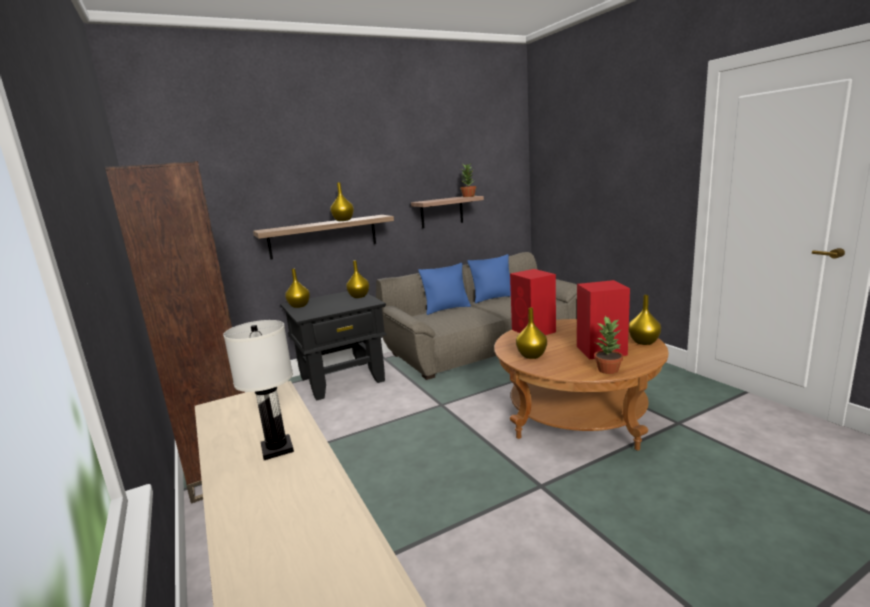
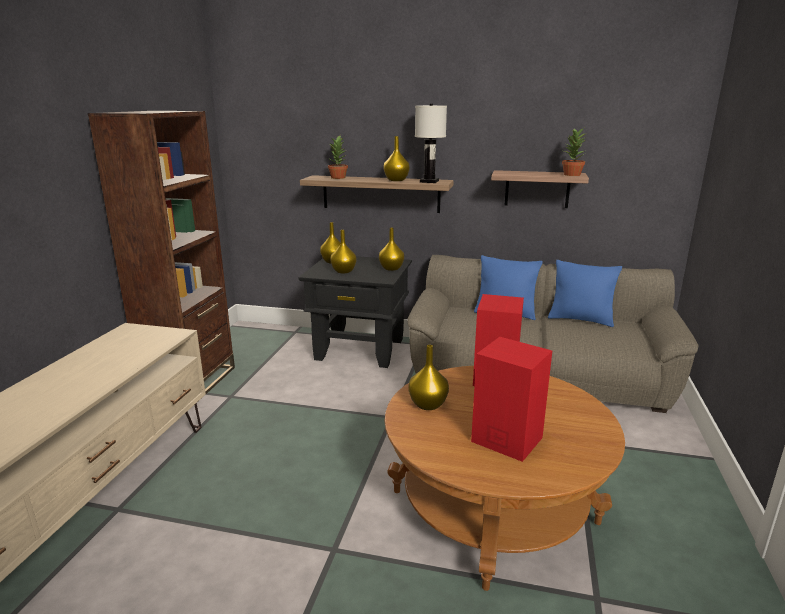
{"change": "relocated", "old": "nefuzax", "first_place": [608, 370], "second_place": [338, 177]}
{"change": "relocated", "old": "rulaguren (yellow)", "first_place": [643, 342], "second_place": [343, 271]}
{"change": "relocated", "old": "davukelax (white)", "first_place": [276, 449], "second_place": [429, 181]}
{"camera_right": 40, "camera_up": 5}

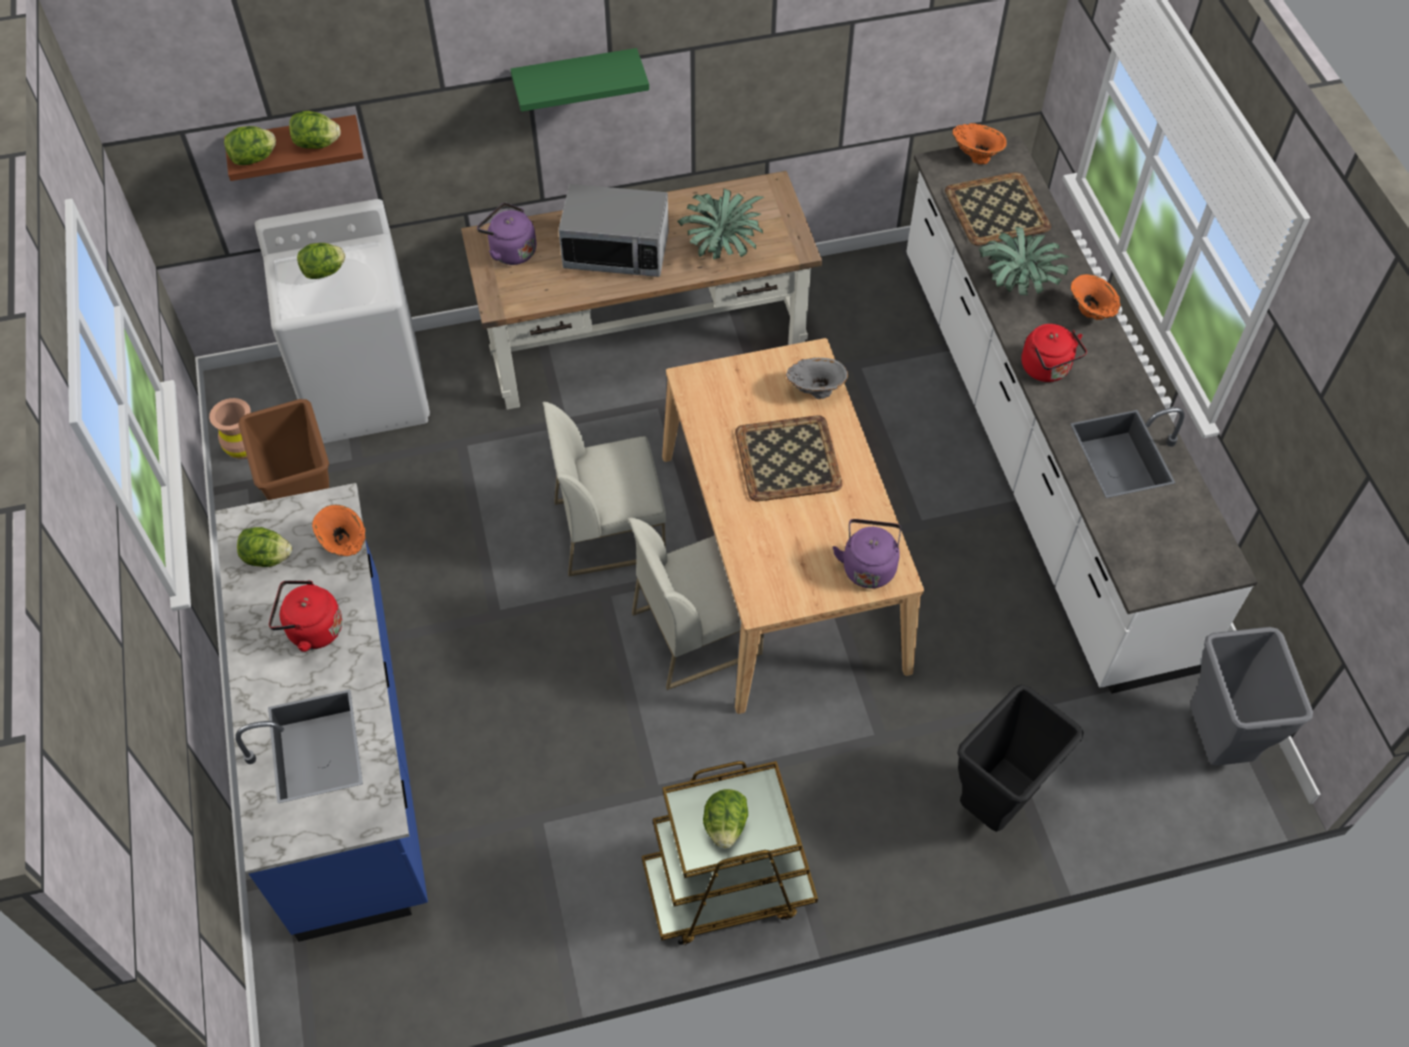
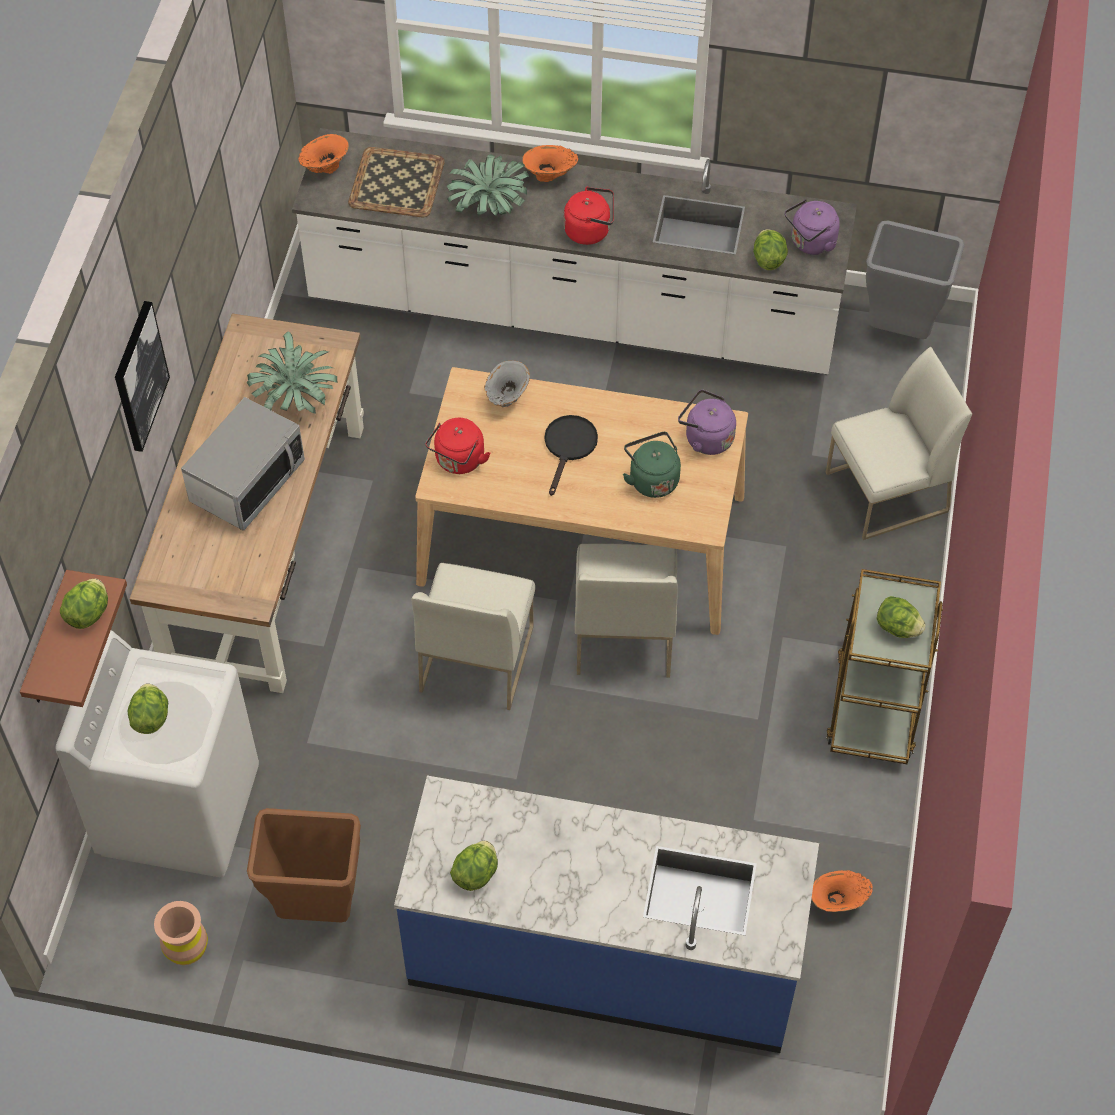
{"change": "exchanged", "old": "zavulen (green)", "new": "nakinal", "first_place": [575, 77], "second_place": [139, 376]}
{"change": "relocated", "old": "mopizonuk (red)", "first_place": [311, 629], "second_place": [458, 461]}
{"change": "exchanged", "old": "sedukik", "new": "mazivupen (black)", "first_place": [789, 459], "second_place": [569, 447]}
{"change": "appeared", "new": "mopizonuk (green)", "second_place": [652, 479]}
{"change": "relocated", "old": "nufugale", "first_place": [254, 159], "second_place": [768, 259]}
{"change": "relocated", "old": "mopizonuk (purple)", "first_place": [510, 251], "second_place": [810, 243]}
{"change": "relocated", "old": "rulaguren (orange)", "first_place": [345, 547], "second_place": [838, 903]}
{"change": "exchanged", "old": "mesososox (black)", "new": "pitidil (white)", "first_place": [996, 805], "second_place": [886, 493]}
{"camera_right": -65, "camera_up": 0}

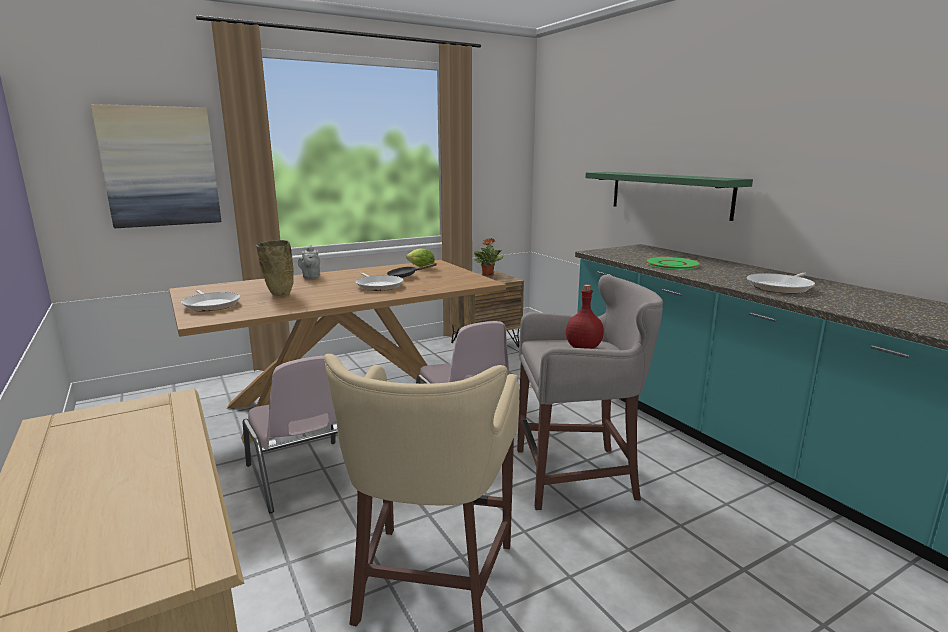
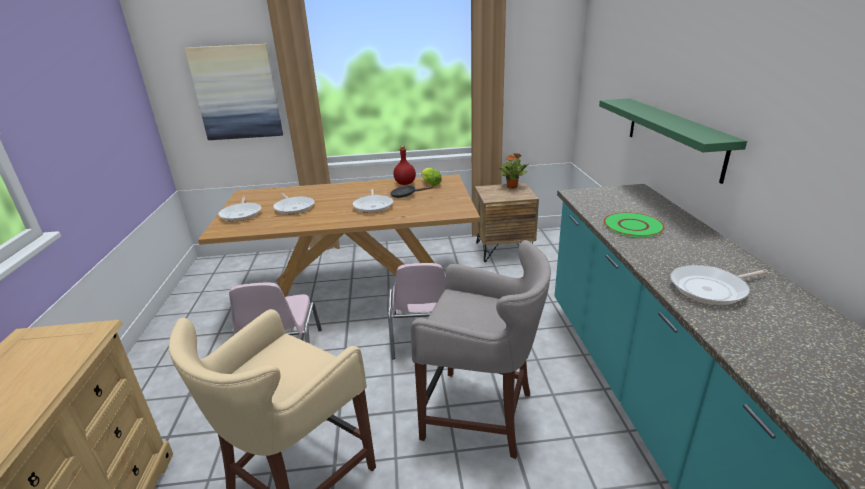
{"change": "exchanged", "old": "rulaguren (beige)", "new": "mazivupen", "first_place": [278, 294], "second_place": [294, 207]}
{"change": "relocated", "old": "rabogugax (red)", "first_place": [583, 348], "second_place": [404, 183]}
{"change": "missing", "old": "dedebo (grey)", "first_place": [311, 277]}
{"camera_right": 25, "camera_up": 10}

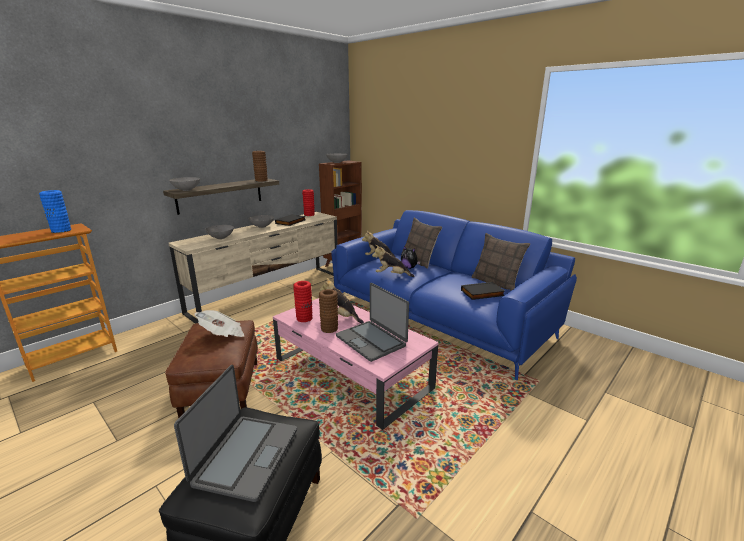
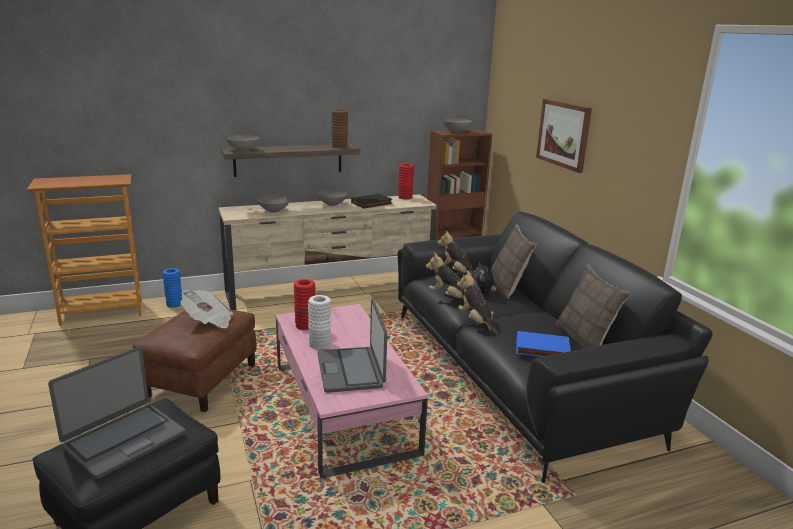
{"change": "relocated", "old": "rulaguren (blue)", "first_place": [61, 230], "second_place": [174, 304]}
{"change": "colour", "old": "rulaguren (brown)", "new": "rulaguren (white)", "first_place": [329, 328], "second_place": [320, 344]}
{"change": "colour", "old": "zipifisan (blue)", "new": "zipifisan (black)", "first_place": [441, 317], "second_place": [518, 372]}
{"change": "relocated", "old": "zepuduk", "first_place": [341, 316], "second_place": [476, 322]}
{"change": "colour", "old": "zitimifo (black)", "new": "zitimifo (blue)", "first_place": [482, 293], "second_place": [542, 349]}
{"change": "appeared", "new": "nakinal", "second_place": [564, 134]}
{"camera_right": 25, "camera_up": 0}

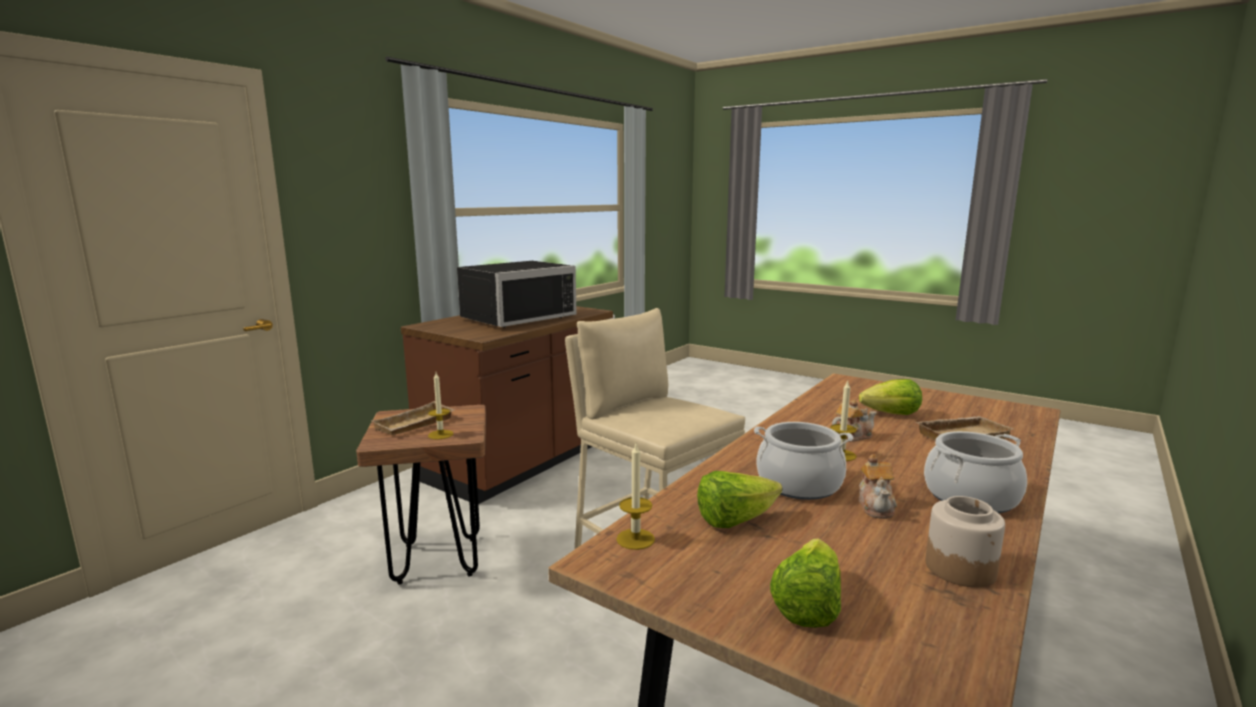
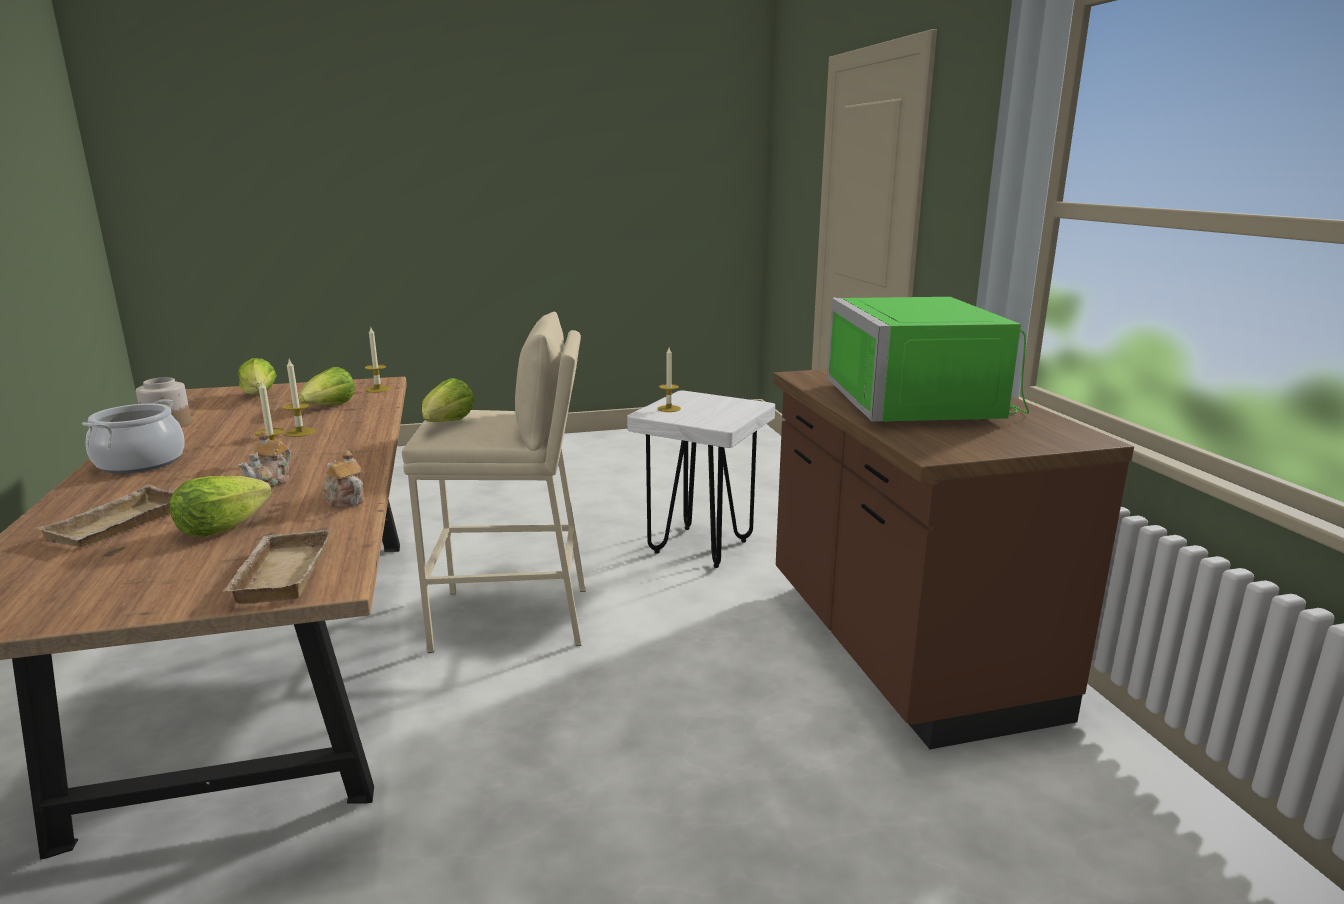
{"change": "relocated", "old": "sedukik (beige)", "first_place": [415, 425], "second_place": [280, 573]}
{"change": "exchanged", "old": "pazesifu", "new": "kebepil", "first_place": [799, 484], "second_place": [300, 432]}
{"change": "relocated", "old": "dedebo", "first_place": [876, 506], "second_place": [344, 500]}
{"change": "appeared", "new": "nufugale", "second_place": [447, 424]}
{"change": "colour", "old": "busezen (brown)", "new": "busezen (white)", "first_place": [437, 560], "second_place": [701, 547]}
{"change": "colour", "old": "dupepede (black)", "new": "dupepede (green)", "first_place": [514, 318], "second_place": [924, 403]}
{"camera_right": 130, "camera_up": 5}

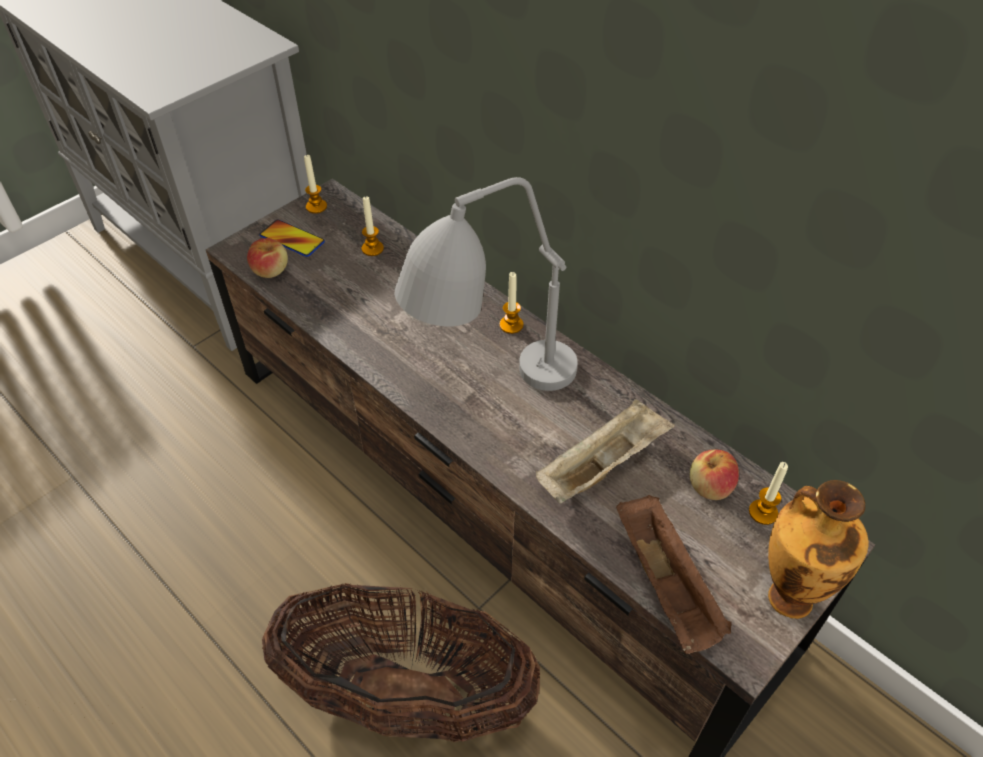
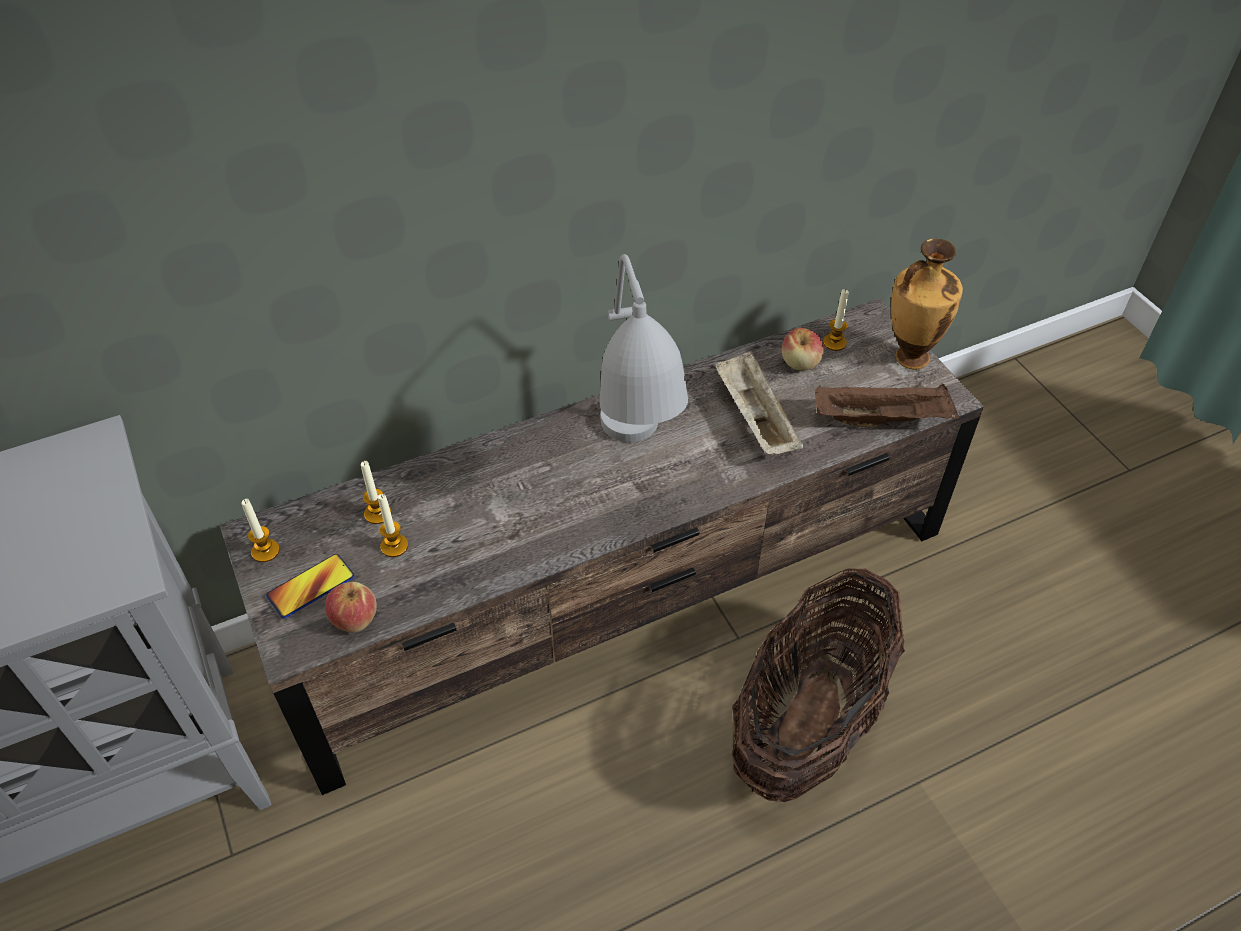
{"change": "relocated", "old": "kebepil", "first_place": [511, 325], "second_place": [394, 546]}
{"camera_right": -70, "camera_up": 0}

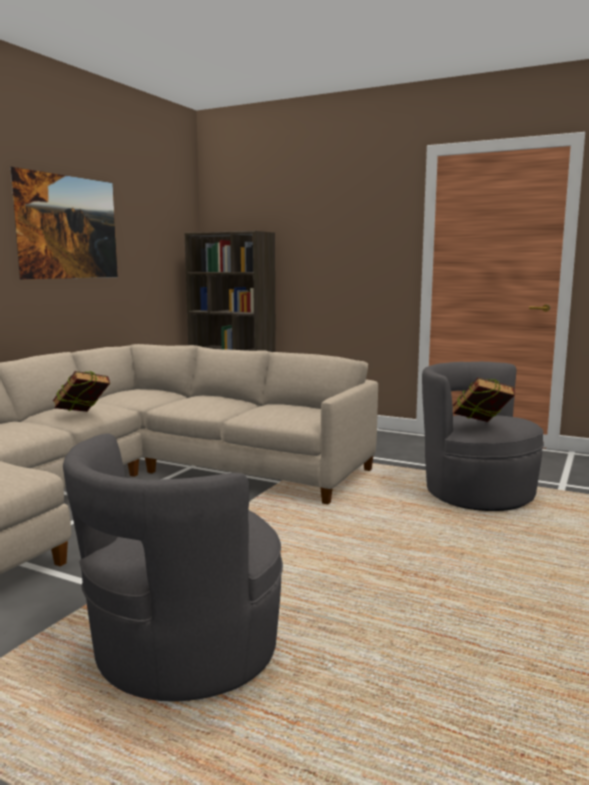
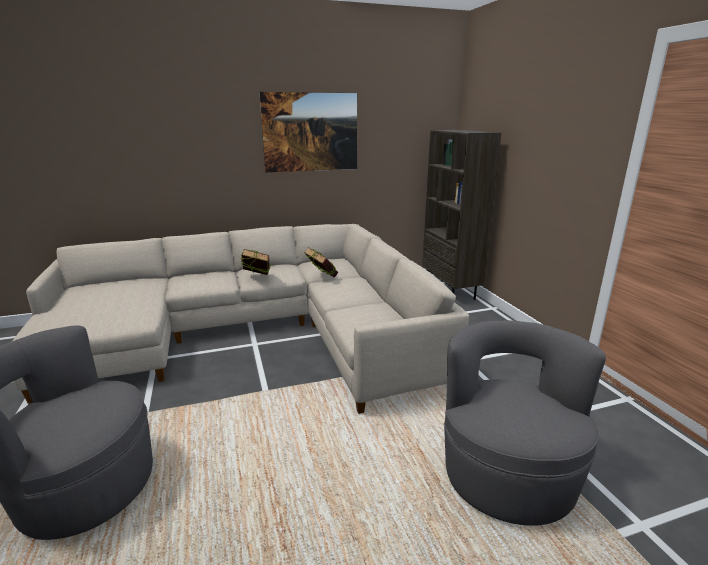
{"change": "relocated", "old": "zitimifo", "first_place": [481, 426], "second_place": [321, 278]}
{"camera_right": 45, "camera_up": 10}

